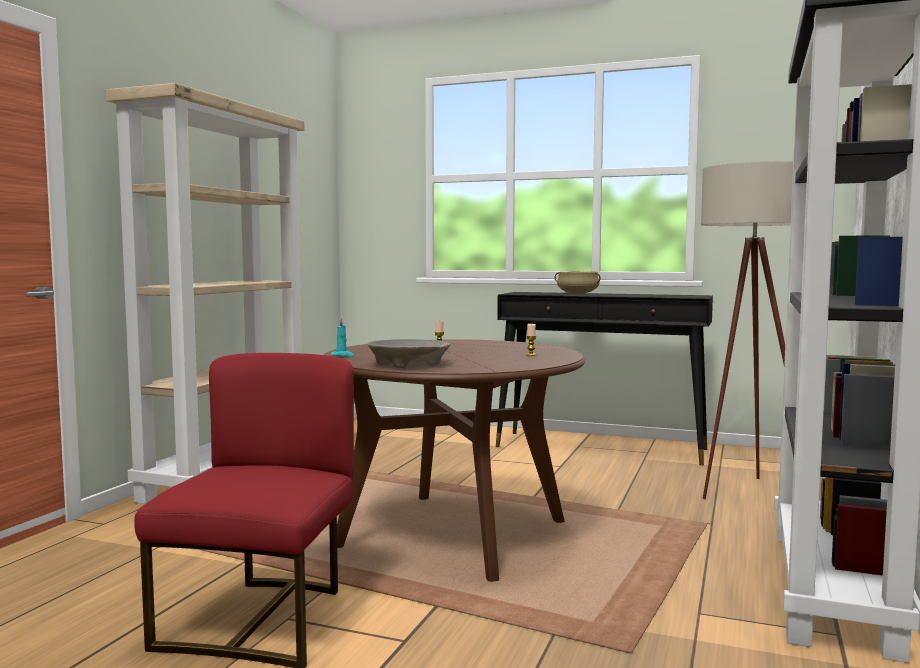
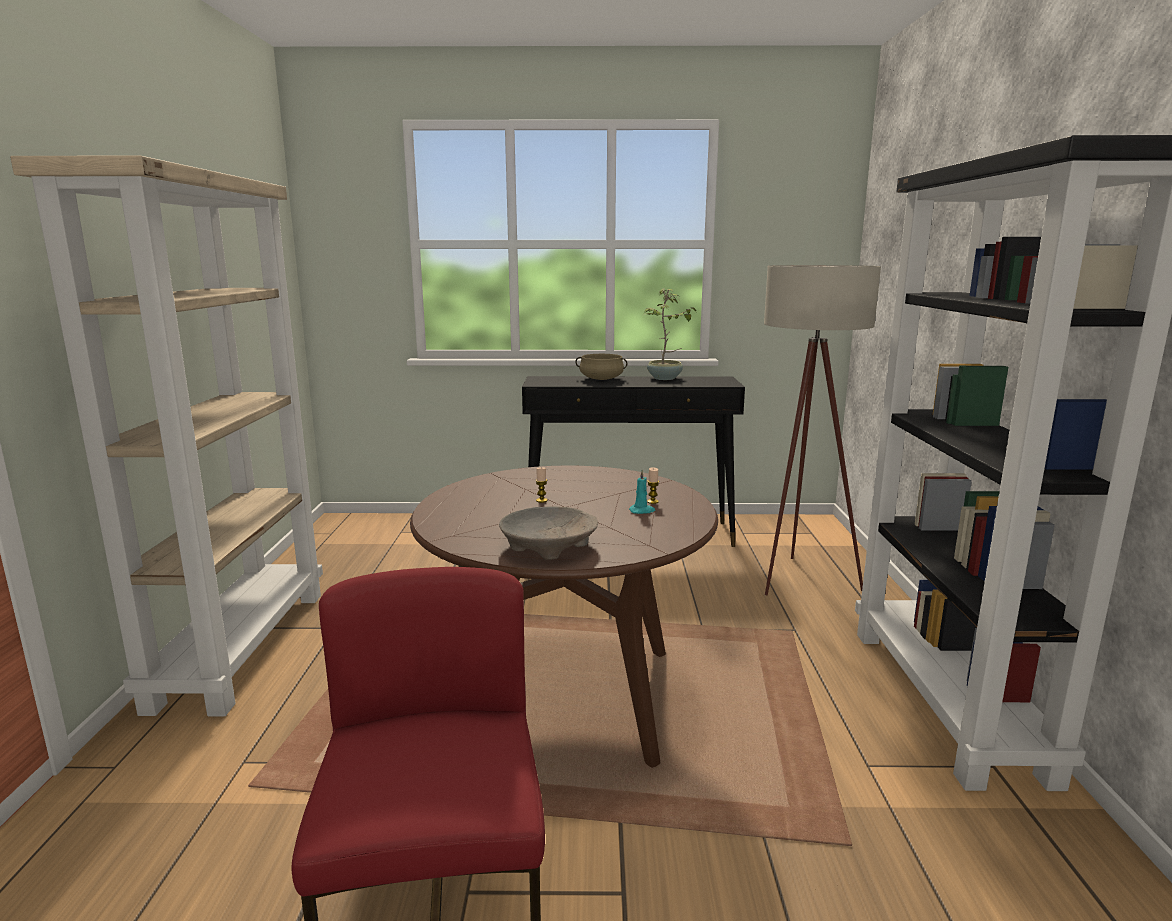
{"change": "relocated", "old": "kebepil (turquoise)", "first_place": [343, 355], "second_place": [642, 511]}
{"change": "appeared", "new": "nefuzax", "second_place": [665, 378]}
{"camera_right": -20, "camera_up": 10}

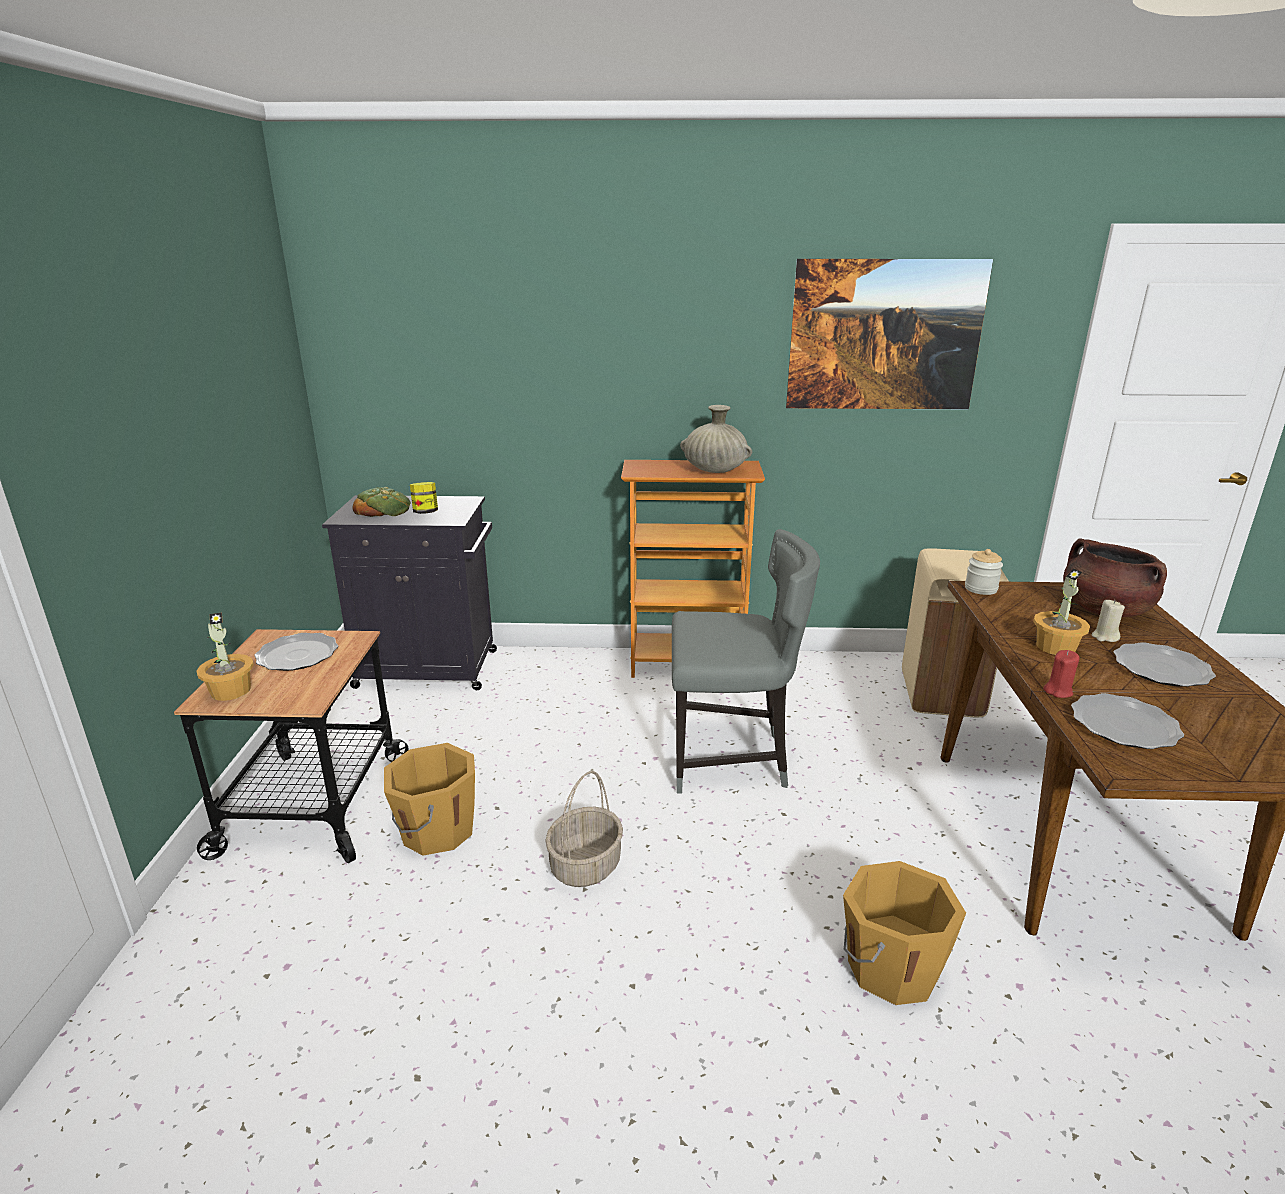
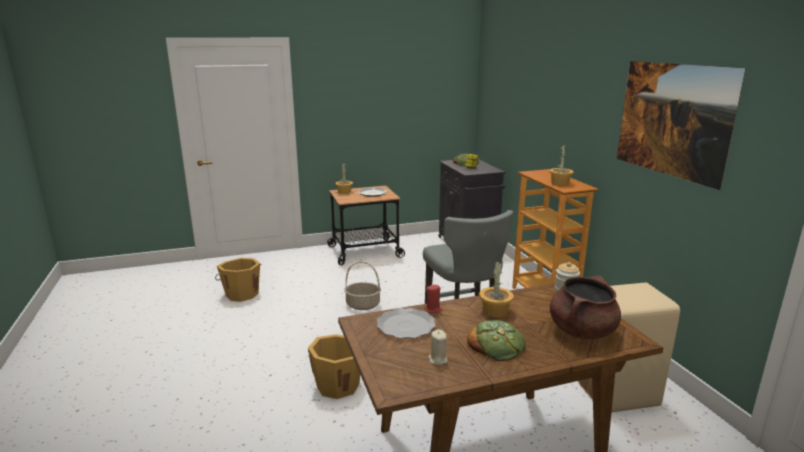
{"change": "relocated", "old": "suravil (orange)", "first_place": [436, 831], "second_place": [242, 294]}
{"change": "relocated", "old": "kebepil (beige)", "first_place": [1104, 637], "second_place": [437, 360]}
{"change": "exchanged", "old": "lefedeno", "new": "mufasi", "first_place": [1160, 668], "second_place": [496, 344]}
{"change": "exchanged", "old": "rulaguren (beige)", "new": "nefuzax", "first_place": [715, 470], "second_place": [560, 183]}
{"camera_right": 70, "camera_up": -5}

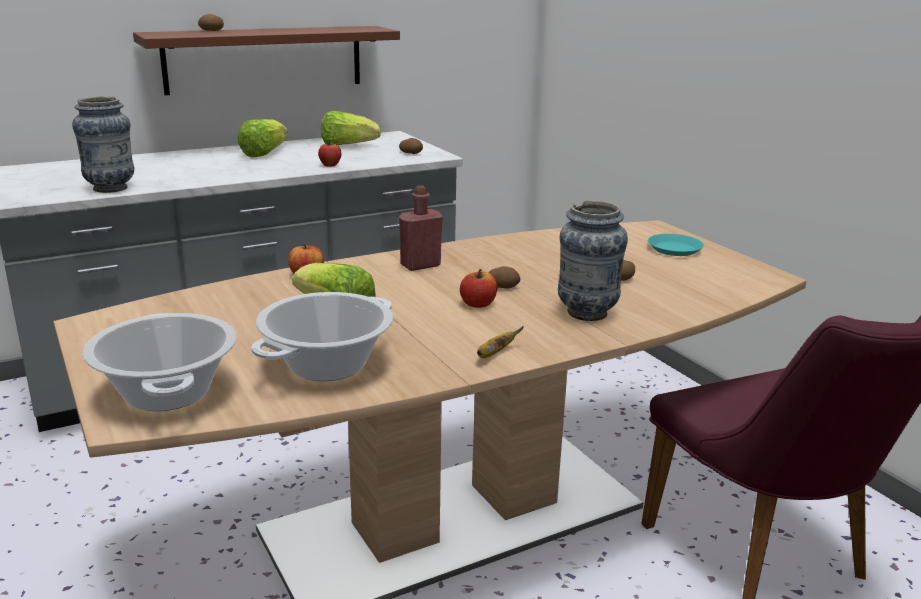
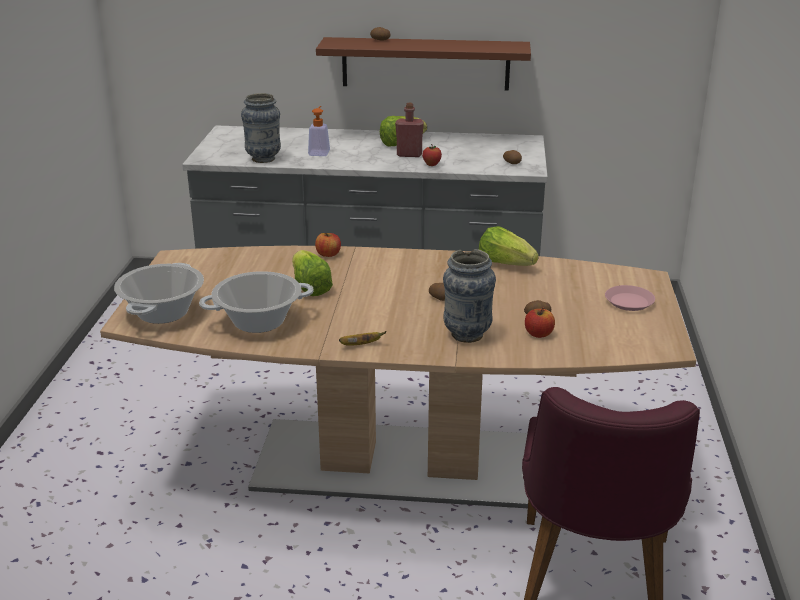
{"change": "appeared", "new": "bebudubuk", "second_place": [320, 152]}
{"change": "relocated", "old": "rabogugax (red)", "first_place": [420, 265], "second_place": [409, 154]}
{"change": "relocated", "old": "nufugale", "first_place": [347, 145], "second_place": [505, 264]}
{"change": "relocated", "old": "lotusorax", "first_place": [478, 304], "second_place": [538, 334]}
{"change": "colour", "old": "lefedeno (turquoise)", "new": "lefedeno (pink)", "first_place": [674, 249], "second_place": [629, 302]}
{"camera_right": 35, "camera_up": 5}

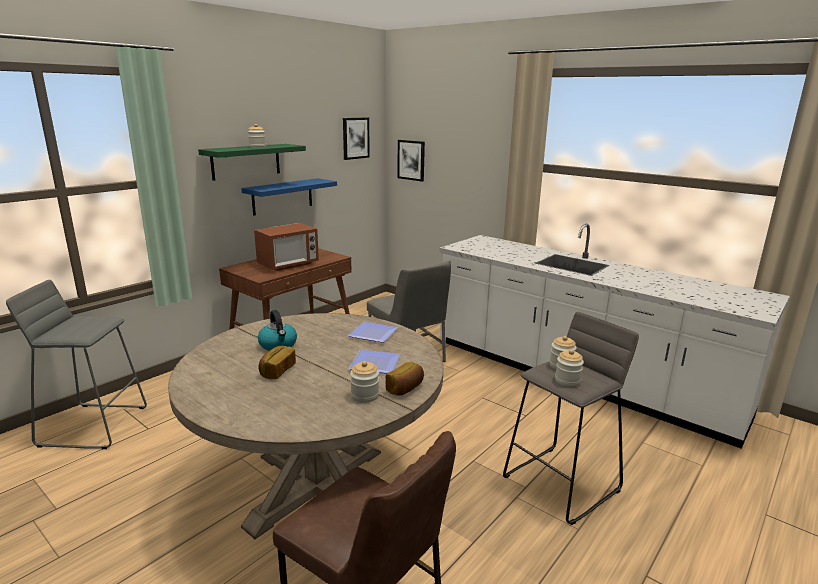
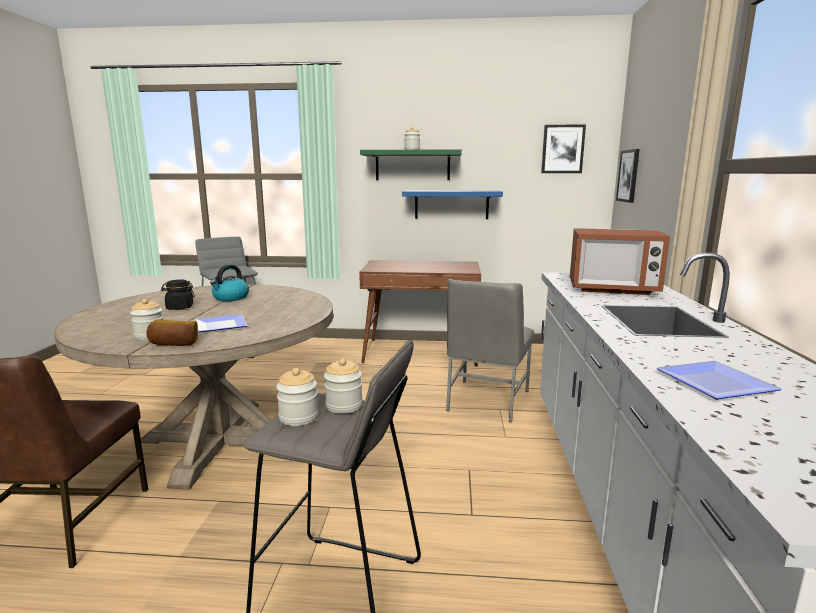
{"change": "exchanged", "old": "mufasi", "new": "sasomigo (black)", "first_place": [277, 371], "second_place": [179, 307]}
{"change": "relocated", "old": "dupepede", "first_place": [288, 264], "second_place": [612, 289]}
{"change": "relocated", "old": "lefedeno", "first_place": [372, 333], "second_place": [714, 382]}
{"camera_right": 55, "camera_up": -5}

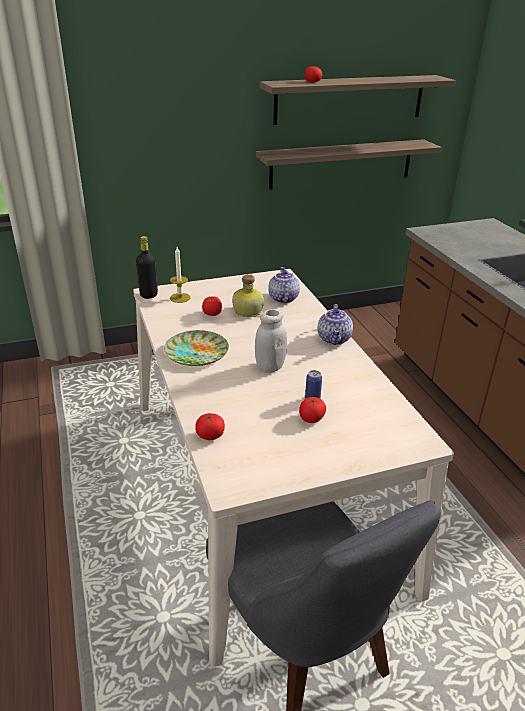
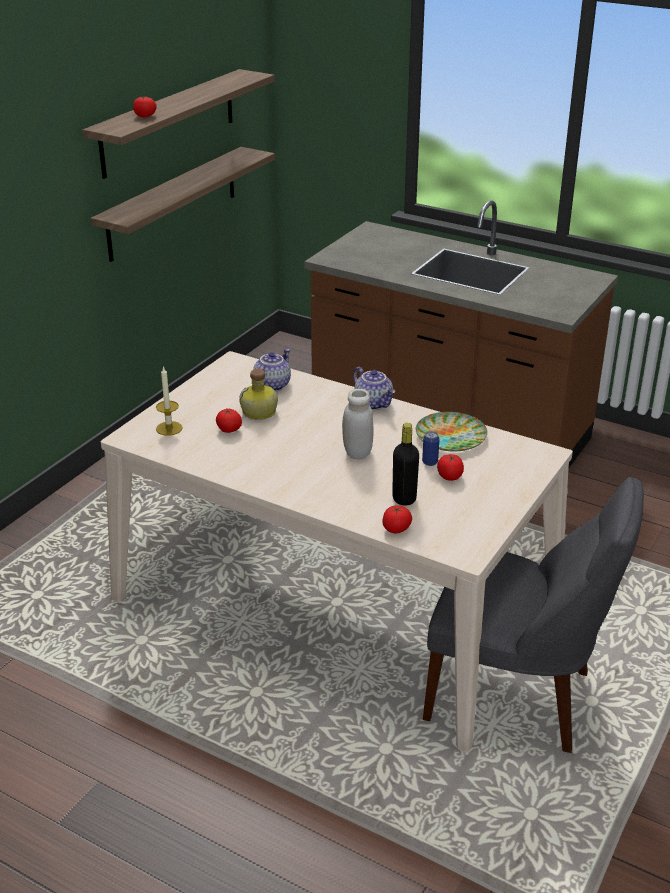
{"change": "spun", "old": "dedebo", "first_place": [282, 298], "second_place": [271, 385], "degrees": 75}
{"change": "relocated", "old": "rabogugax (black)", "first_place": [149, 295], "second_place": [404, 499]}
{"change": "relocated", "old": "lefedeno", "first_place": [196, 352], "second_place": [451, 437]}
{"camera_right": -40, "camera_up": 0}

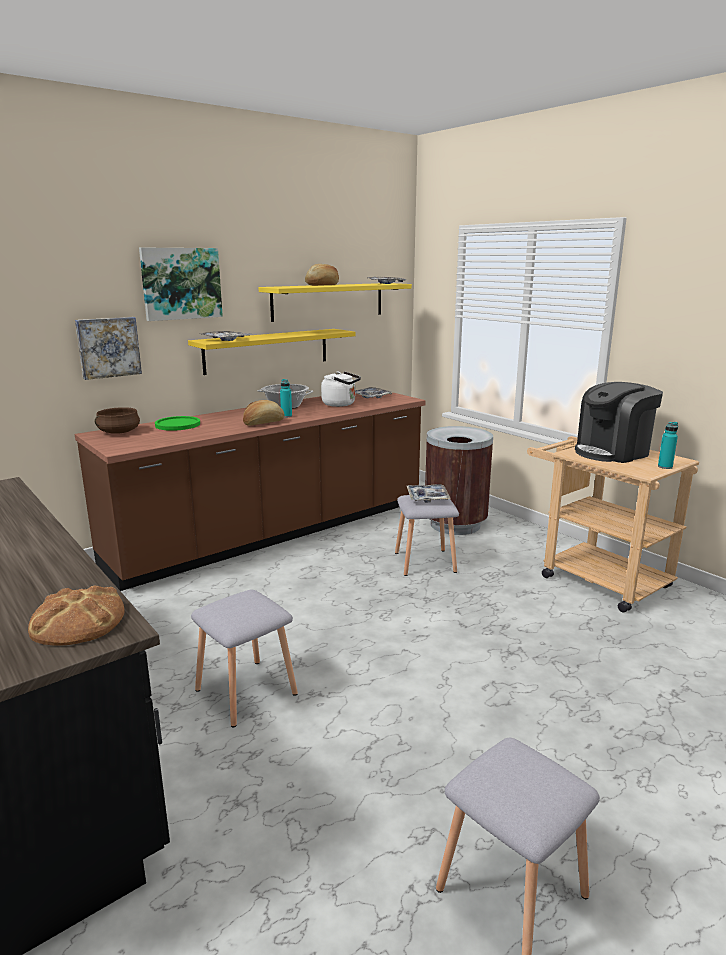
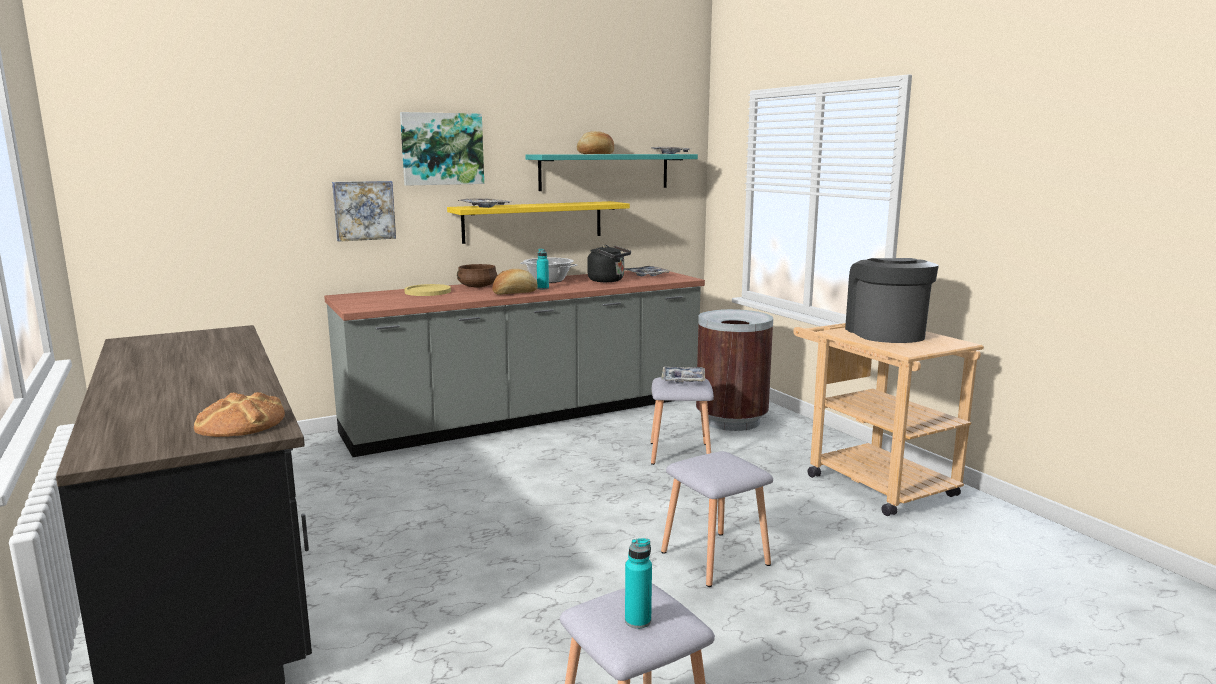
{"change": "colour", "old": "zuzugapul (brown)", "new": "zuzugapul (grey)", "first_place": [274, 533], "second_place": [528, 416]}
{"change": "colour", "old": "lefedeno (green)", "new": "lefedeno (yellow)", "first_place": [177, 425], "second_place": [428, 291]}
{"change": "relocated", "old": "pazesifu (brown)", "first_place": [119, 432], "second_place": [477, 286]}
{"change": "colour", "old": "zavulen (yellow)", "new": "zavulen (turquoise)", "first_place": [328, 301], "second_place": [604, 171]}
{"change": "colour", "old": "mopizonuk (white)", "new": "mopizonuk (black)", "first_place": [341, 404], "second_place": [608, 280]}
{"change": "relocated", "old": "rabogugax (turquoise)", "first_place": [665, 467], "second_place": [638, 621]}
{"change": "relocated", "old": "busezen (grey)", "first_place": [247, 691], "second_place": [715, 557]}
{"change": "spun", "old": "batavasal", "first_place": [612, 452], "second_place": [885, 333], "degrees": 105}
{"camera_right": 10, "camera_up": -5}

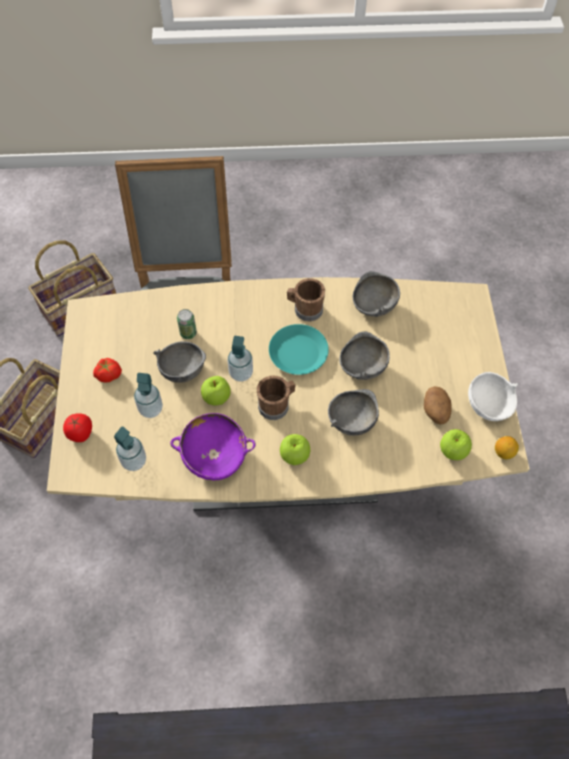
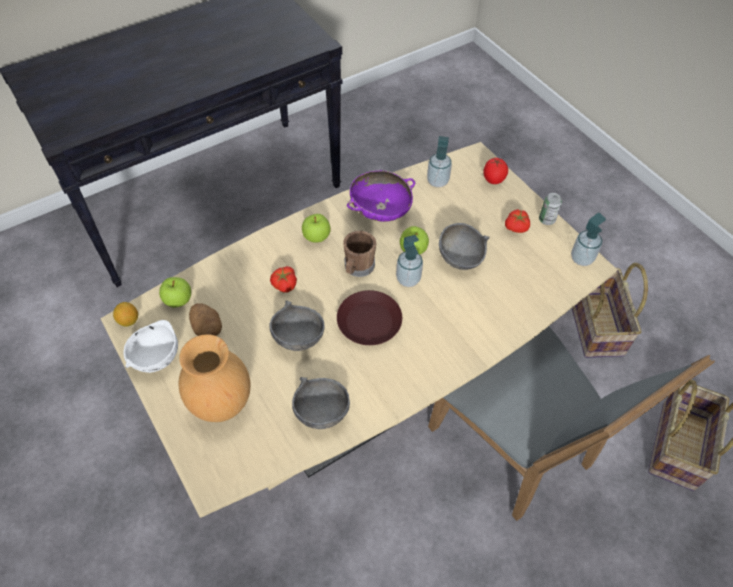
{"change": "appeared", "new": "rulaguren (brown)", "second_place": [221, 404]}
{"change": "exchanged", "old": "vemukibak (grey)", "new": "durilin", "first_place": [351, 421], "second_place": [284, 284]}
{"change": "colour", "old": "lefedeno (turquoise)", "new": "lefedeno (brown)", "first_place": [298, 352], "second_place": [369, 322]}
{"change": "relocated", "old": "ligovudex", "first_place": [188, 333], "second_place": [546, 220]}
{"change": "relocated", "old": "bebudubuk", "first_place": [151, 409], "second_place": [581, 258]}
{"change": "missing", "old": "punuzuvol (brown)", "first_place": [305, 309]}
{"camera_right": 150, "camera_up": -5}

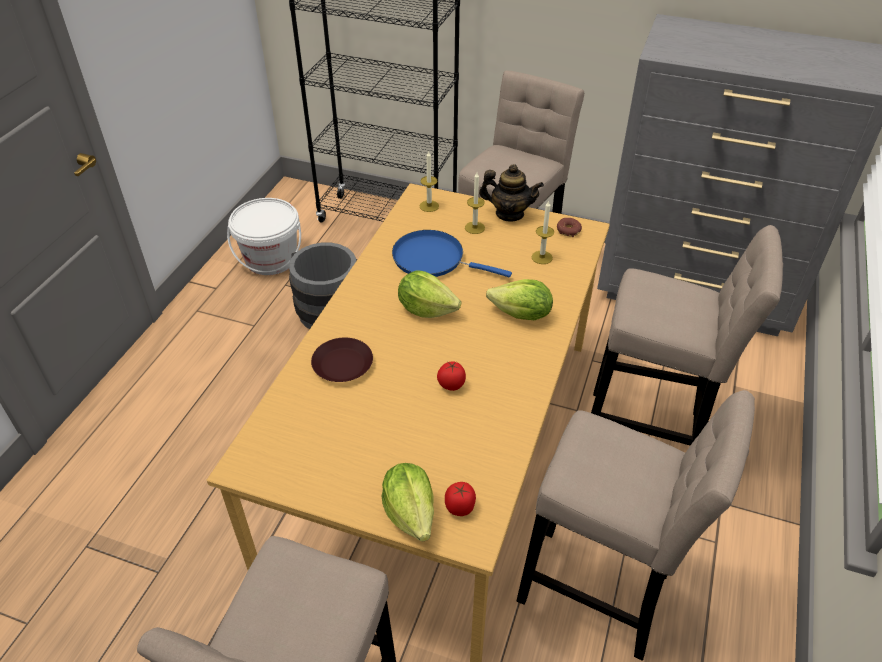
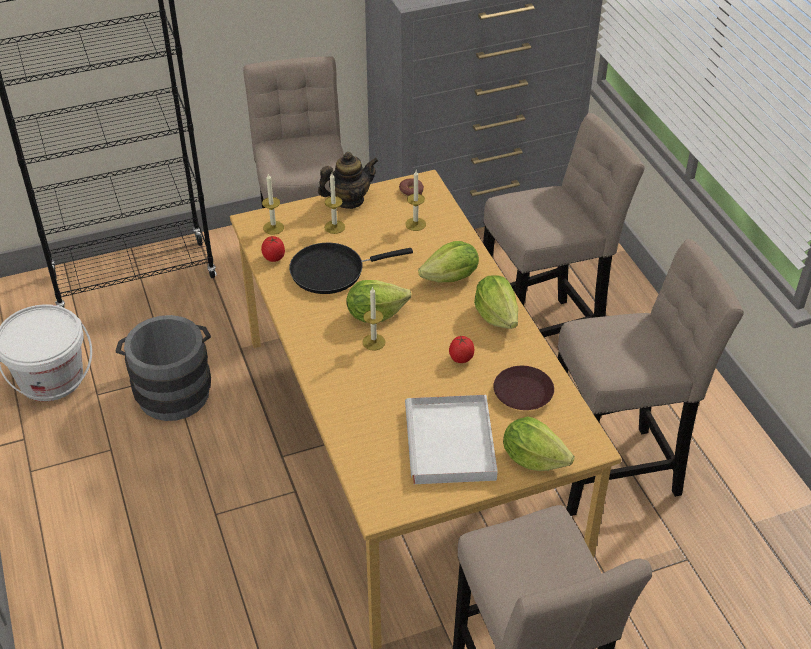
{"change": "relocated", "old": "durilin", "first_place": [460, 508], "second_place": [274, 257]}
{"change": "colour", "old": "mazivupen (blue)", "new": "mazivupen (black)", "first_place": [433, 259], "second_place": [332, 271]}
{"change": "appeared", "new": "kebepil", "second_place": [373, 342]}
{"change": "appeared", "new": "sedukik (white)", "second_place": [451, 444]}
{"change": "appeared", "new": "nufugale", "second_place": [496, 316]}
{"change": "relocated", "old": "lefedeno (brown)", "first_place": [343, 364], "second_place": [523, 392]}
{"camera_right": -40, "camera_up": 0}

